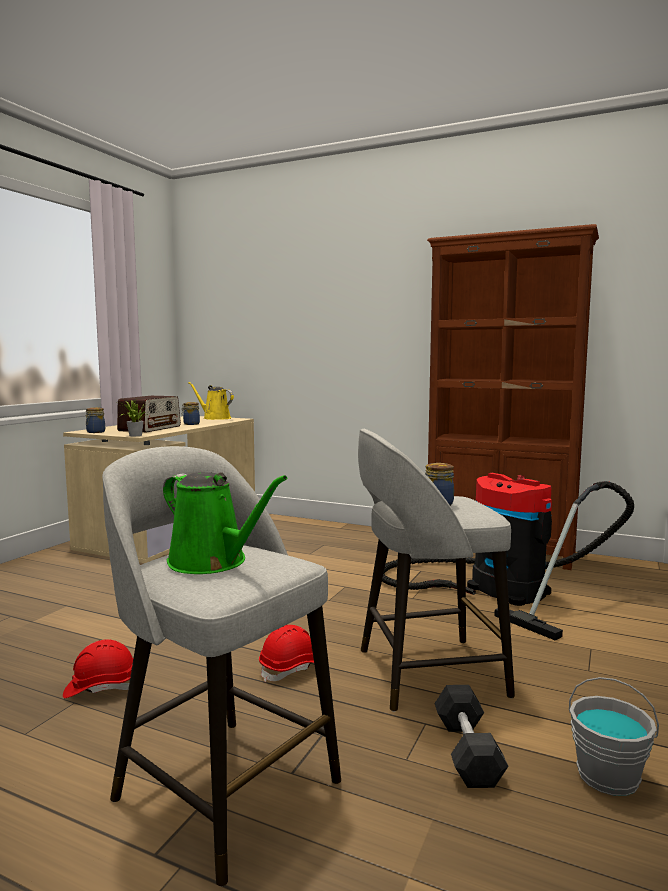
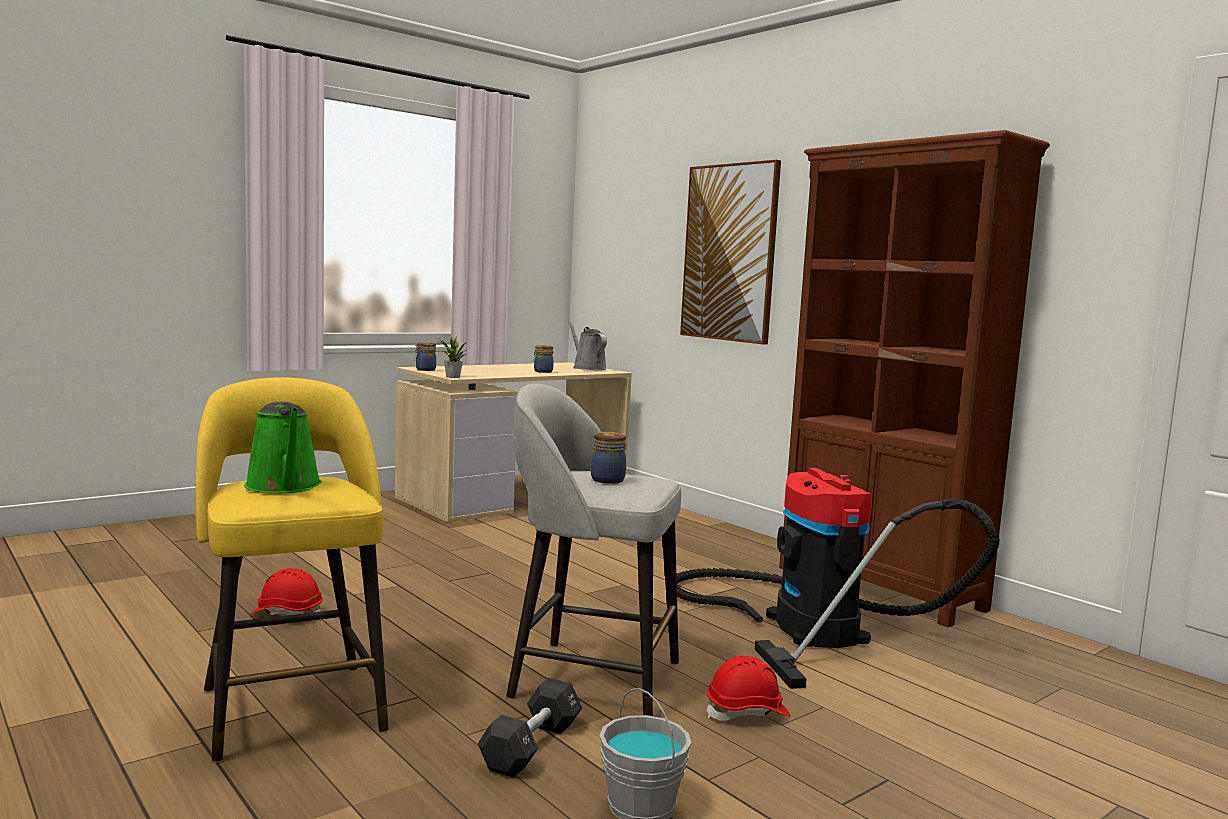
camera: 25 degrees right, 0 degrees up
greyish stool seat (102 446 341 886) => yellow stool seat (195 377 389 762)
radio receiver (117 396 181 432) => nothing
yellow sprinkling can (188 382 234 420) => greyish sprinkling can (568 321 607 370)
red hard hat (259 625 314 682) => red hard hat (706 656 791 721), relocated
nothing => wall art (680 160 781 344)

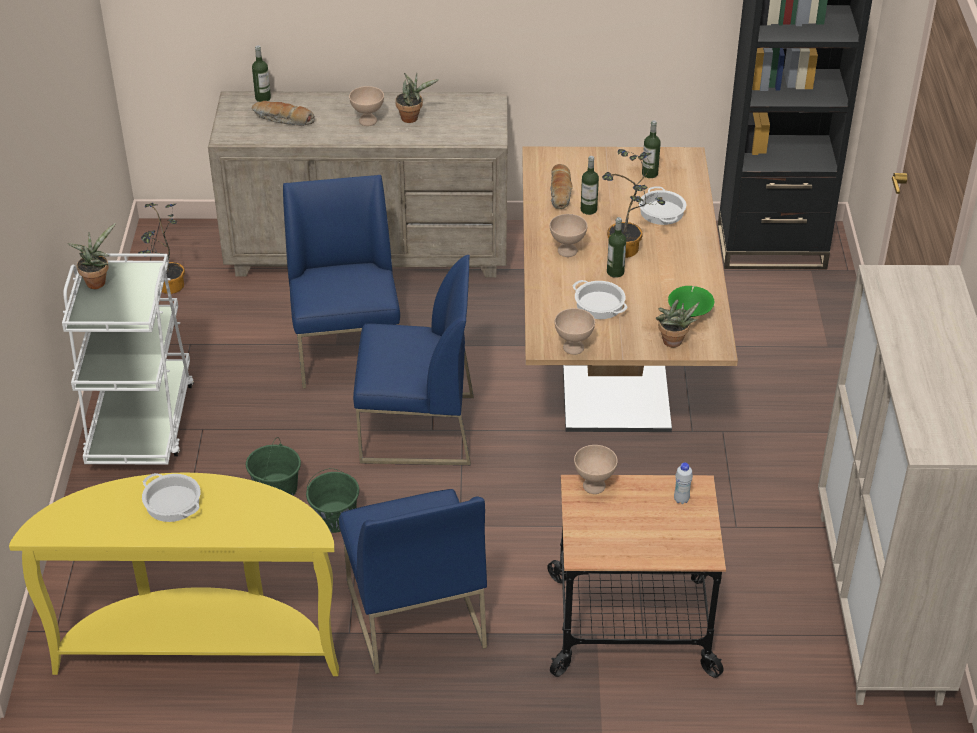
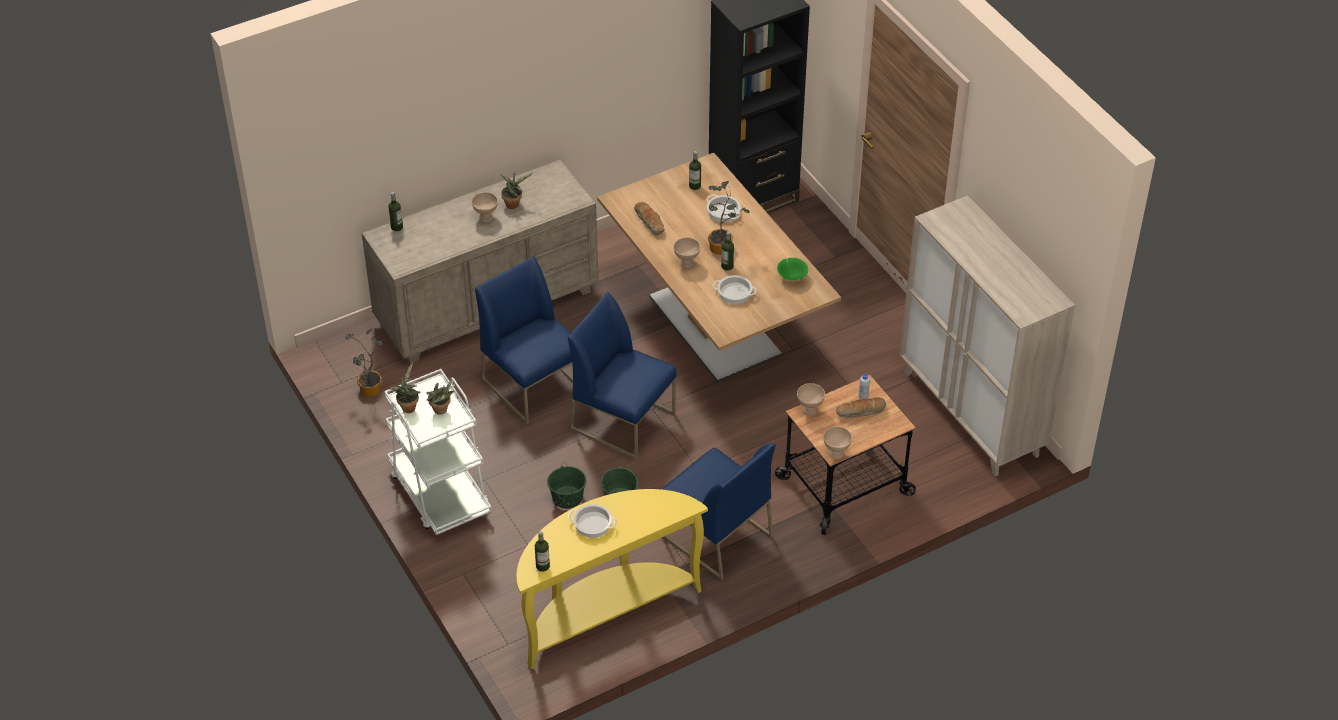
camera: 30 degrees left, 5 degrees up
bakery bread (252 101 315 126) => bakery bread (836 397 886 418), relocated
blue plain chair (353 255 474 465) => blue plain chair (568 292 676 460), 120 degrees counterclockwise
beige-coloured bowl (555 308 595 355) => beige-coloured bowl (823 426 852 459), relocated
drink bottle (581 156 599 215) => drink bottle (535 531 550 572), relocated
potted plant (656 300 699 347) => potted plant (426 379 455 415), relocated

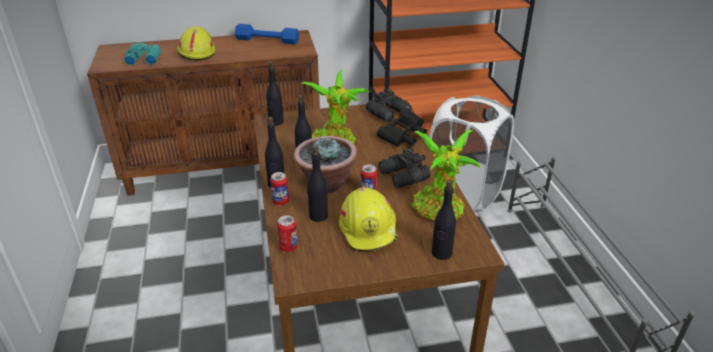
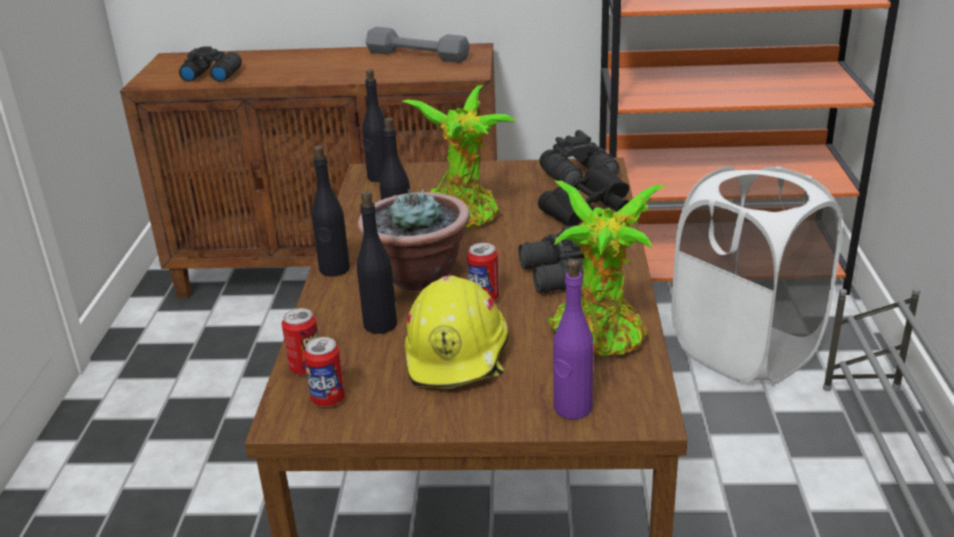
camera: 15 degrees right, 5 degrees down
blue-green binoculars (124 43 161 65) => black binoculars (179 46 242 82)
yellow hard hat (177 27 215 61) => nothing
blue free weight (235 24 299 44) => greyish free weight (366 27 470 63)
can (270 172 289 205) => can (304 337 345 407), relocated
black drink bottle (432 180 456 260) => purple drink bottle (553 259 593 419)

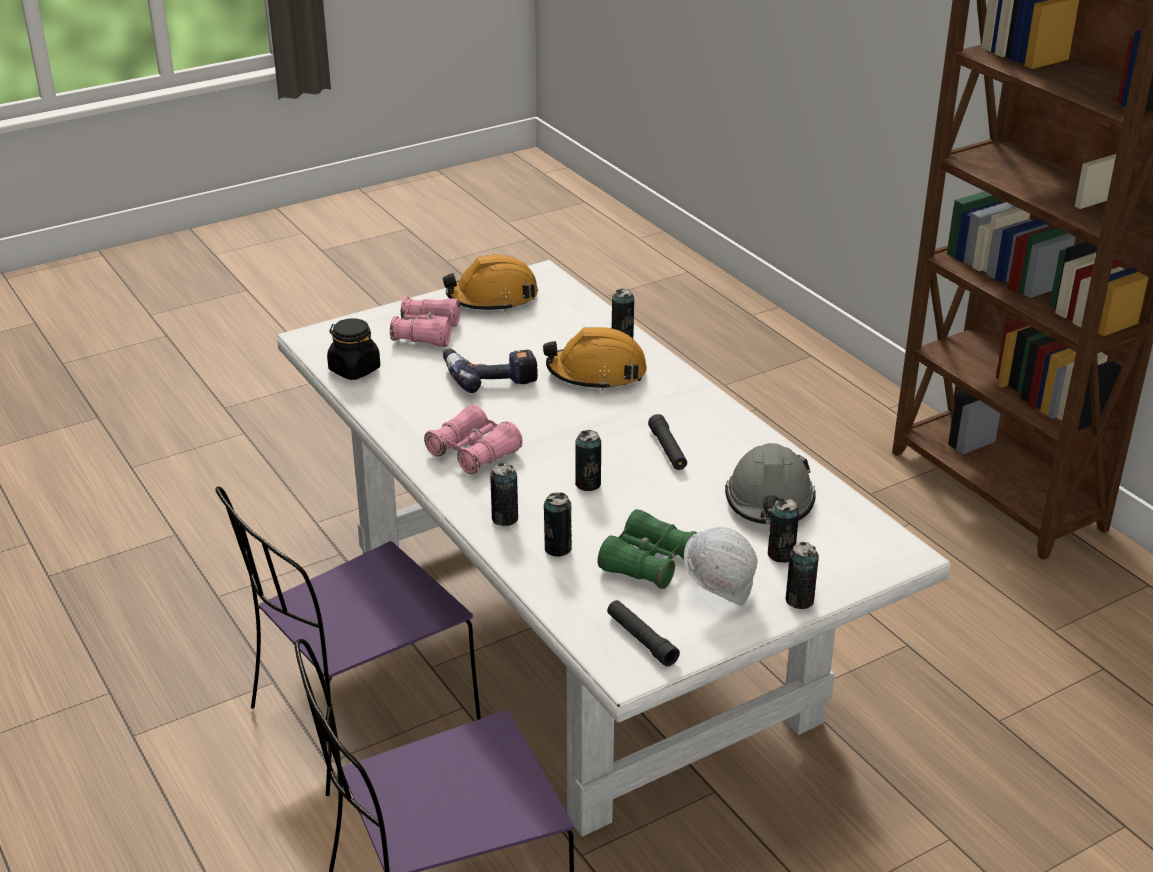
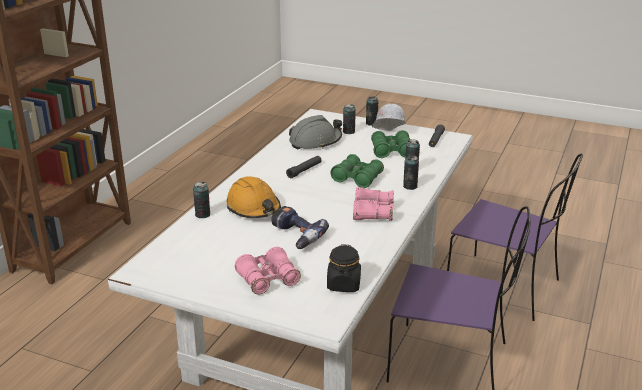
camera: 125 degrees left, 5 degrees down
orange hard hat (443 255 538 312) => nothing
can (575 430 601 491) => green-coloured binoculars (330 154 384 188)

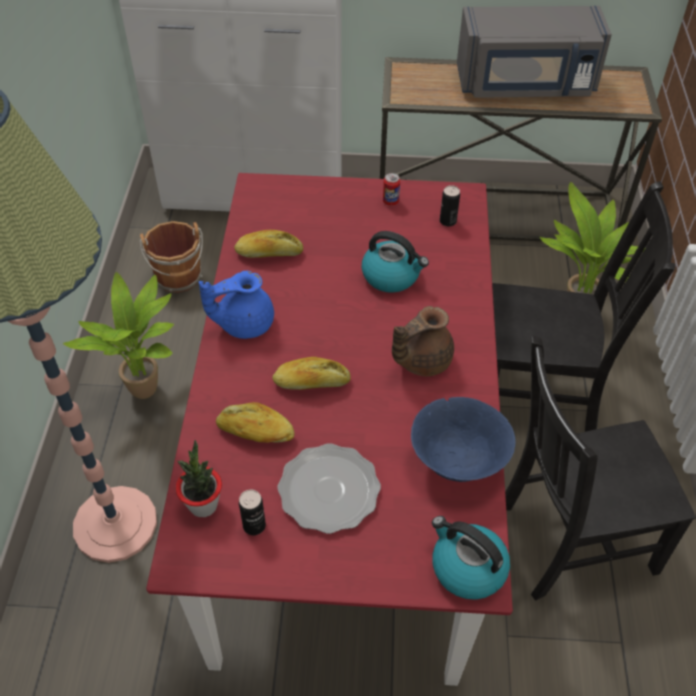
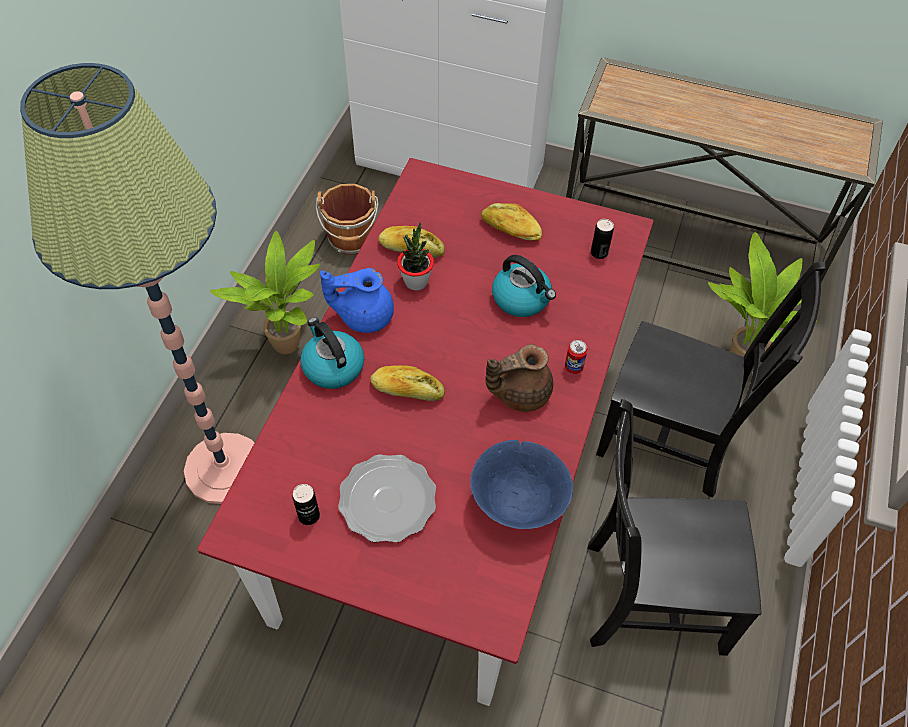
camera: 15 degrees right, 5 degrees up
potted plant (176 440 222 517) => potted plant (397 222 434 291), relocated
bakery bread (216 402 294 442) => bakery bread (481 203 542 241), relocated
can (383 173 400 206) => can (565 340 587 374), relocated
water kettle (432 516 510 600) => water kettle (300 318 364 389), relocated
greyish microwave (457 6 612 98) => nothing

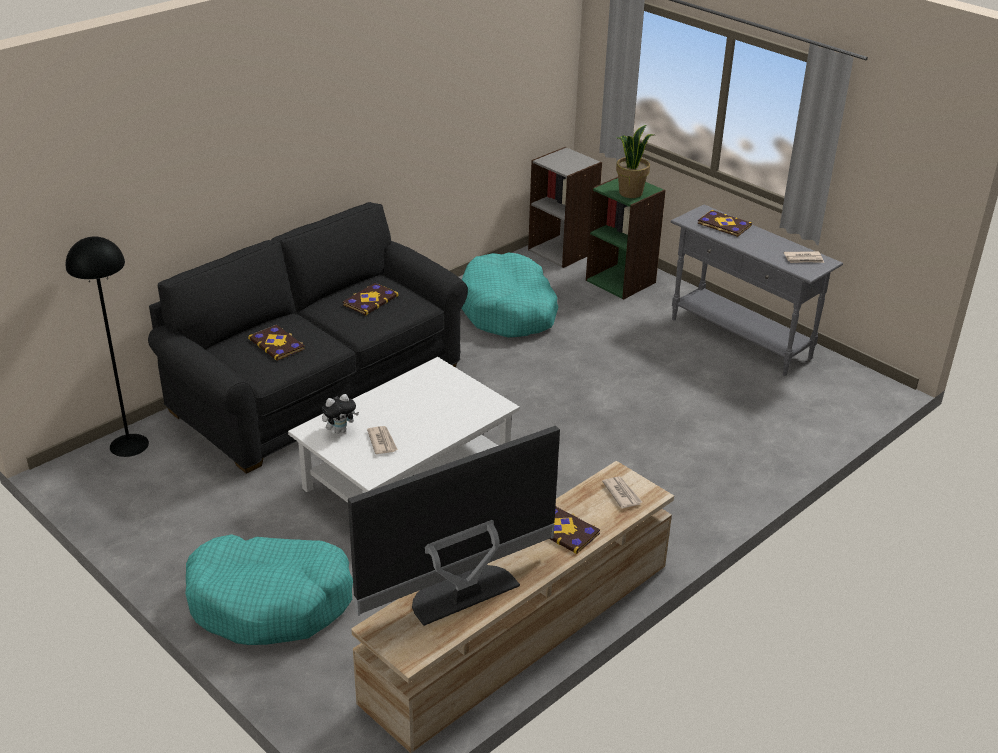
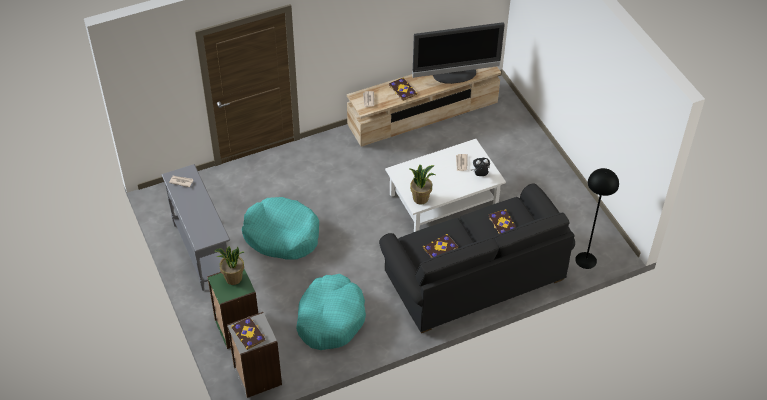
camera: 160 degrees left, 15 degrees up
blue-green pet bed (185 534 353 645) => blue-green pet bed (241 197 319 260), relocated
bound book (697 210 752 237) => bound book (231 317 265 350), relocated
nothing => potted plant (410 165 435 205)

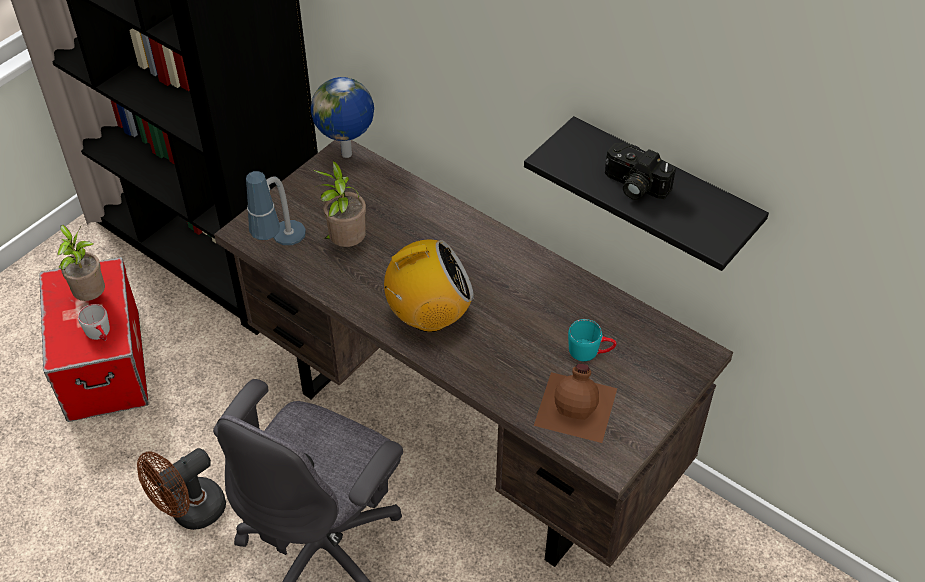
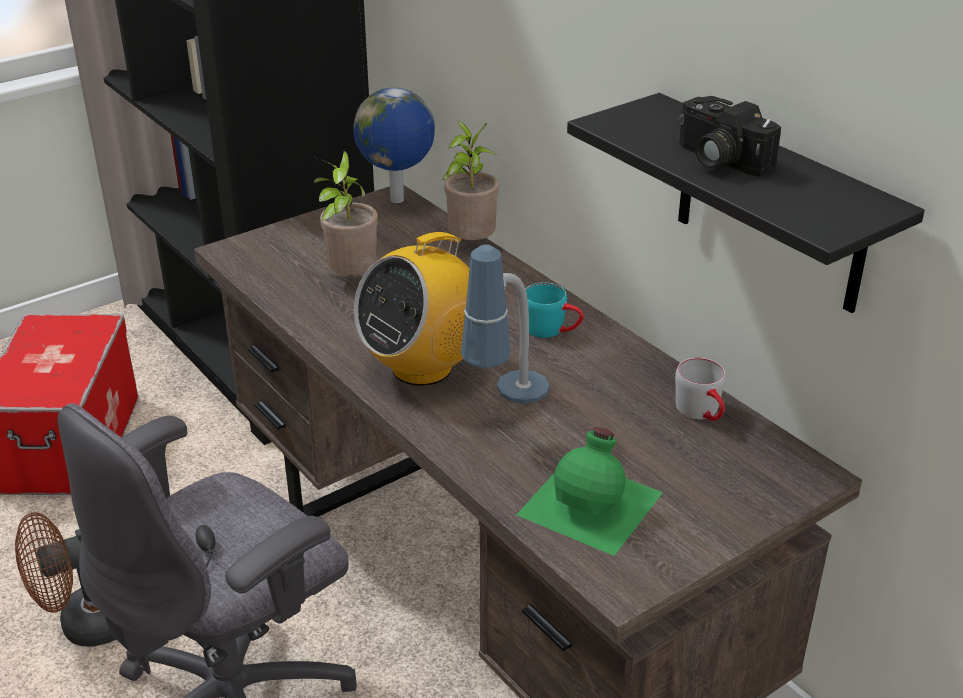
camera: 15 degrees right, 15 degrees down
potted plant (58 225 105 301) => potted plant (442 121 499 240), relocated
greyish mug (78 304 110 341) => greyish mug (675 358 726 421), relocated
tabletop lamp (246 171 306 245) => tabletop lamp (461 245 550 404), relocated
radio receiver (384 240 474 332) => radio receiver (354 229 469 386), 135 degrees clockwise
brownish drink bottle (534 364 617 443) => green-coloured drink bottle (517 427 663 556)
blue-green mug (568 319 617 361) => blue-green mug (525 282 584 338), relocated

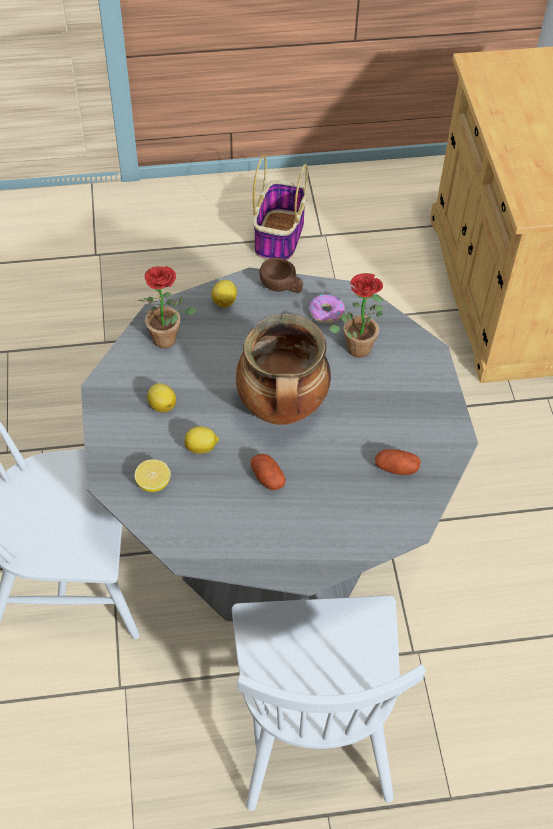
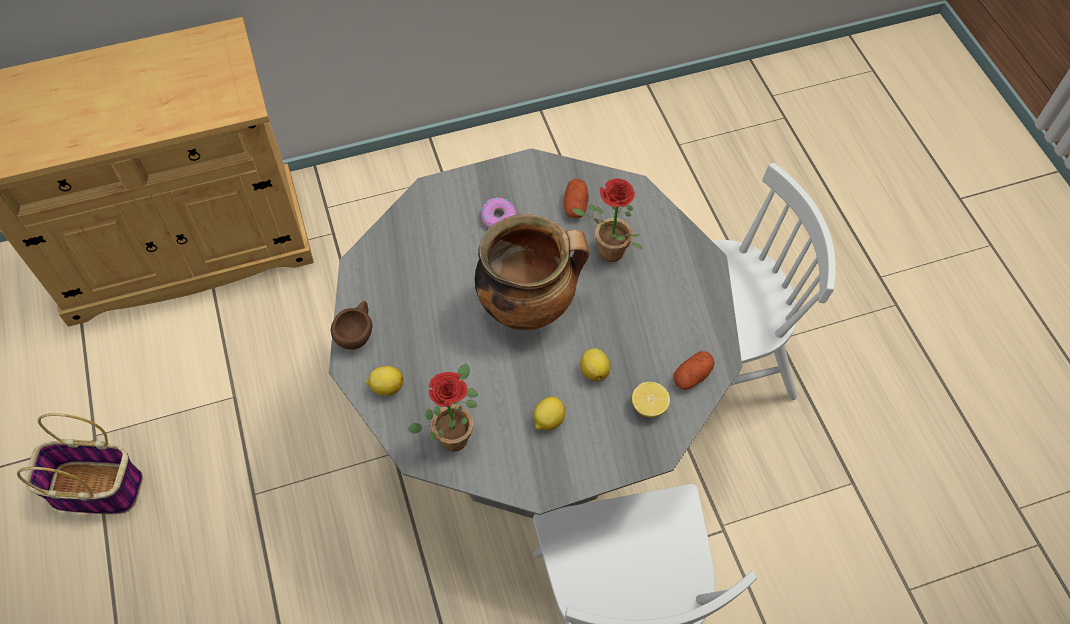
camera: 100 degrees left, 5 degrees up
potato (251 454 286 490) => potato (673 351 715 390), relocated
ring doughnut (309 294 345 323) => ring doughnut (481 197 517 228), relocated
potted plant (329 273 383 358) => potted plant (572 178 642 262), relocated

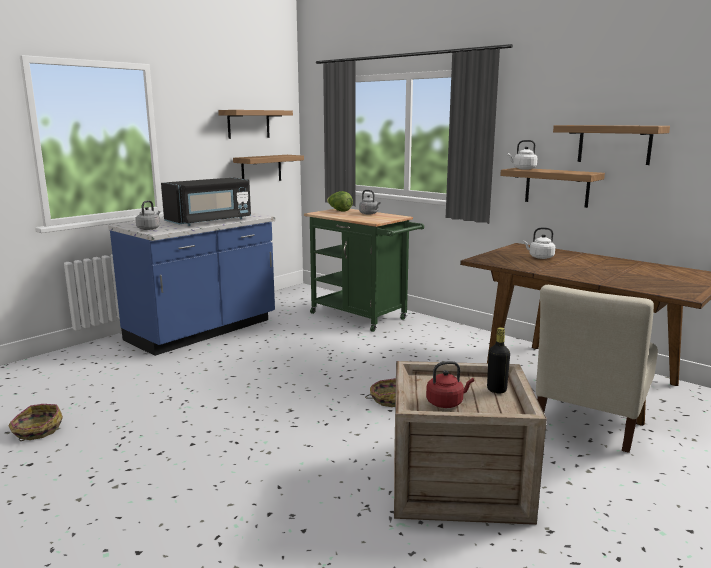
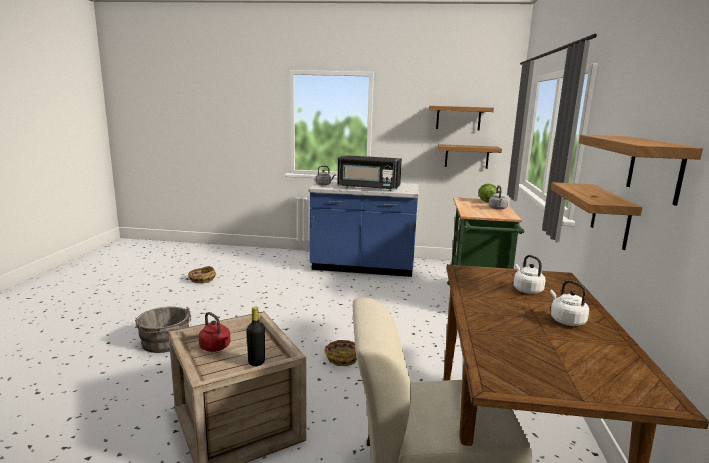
camera: 55 degrees right, 0 degrees up
white-coloured water kettle (507 140 537 169) => white-coloured water kettle (550 280 589 326), relocated
nothing => greyish water bucket (135 307 191 353)

